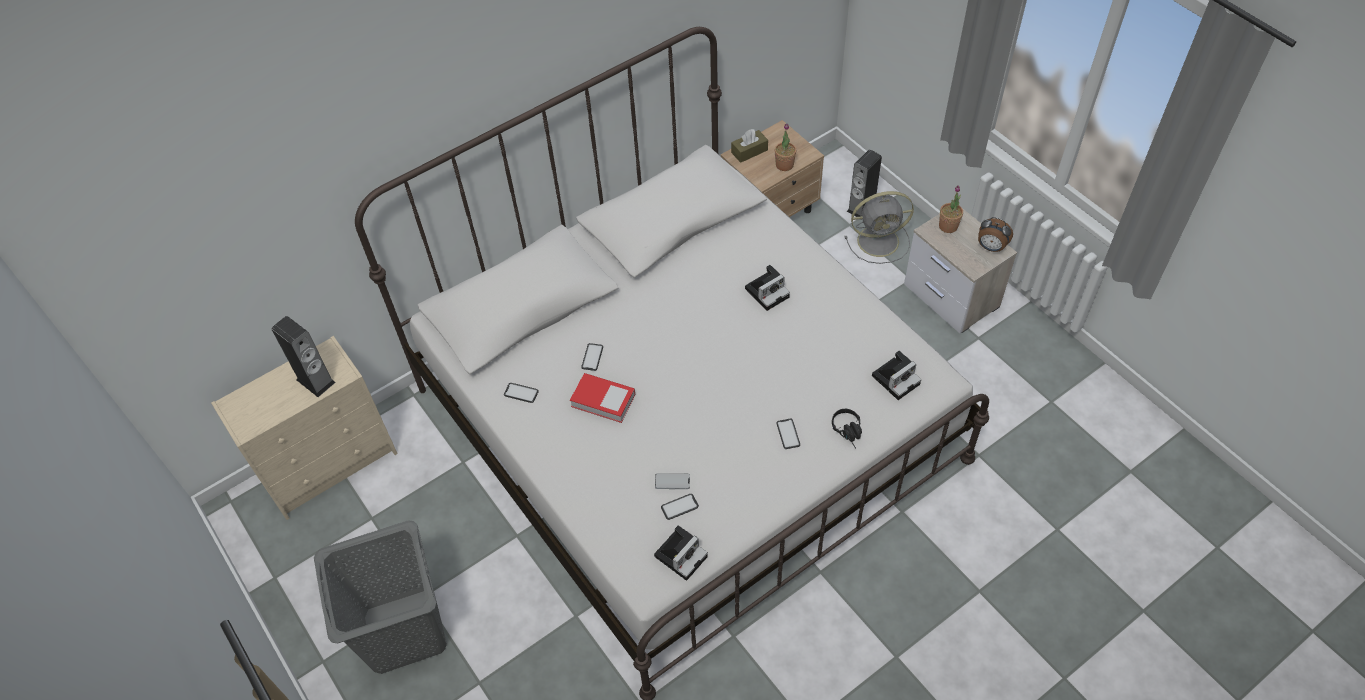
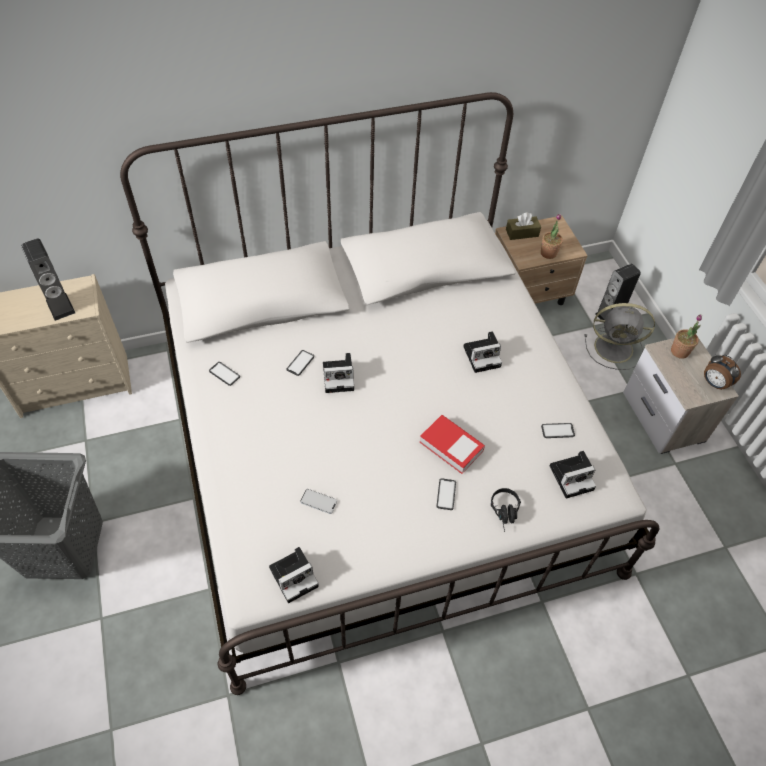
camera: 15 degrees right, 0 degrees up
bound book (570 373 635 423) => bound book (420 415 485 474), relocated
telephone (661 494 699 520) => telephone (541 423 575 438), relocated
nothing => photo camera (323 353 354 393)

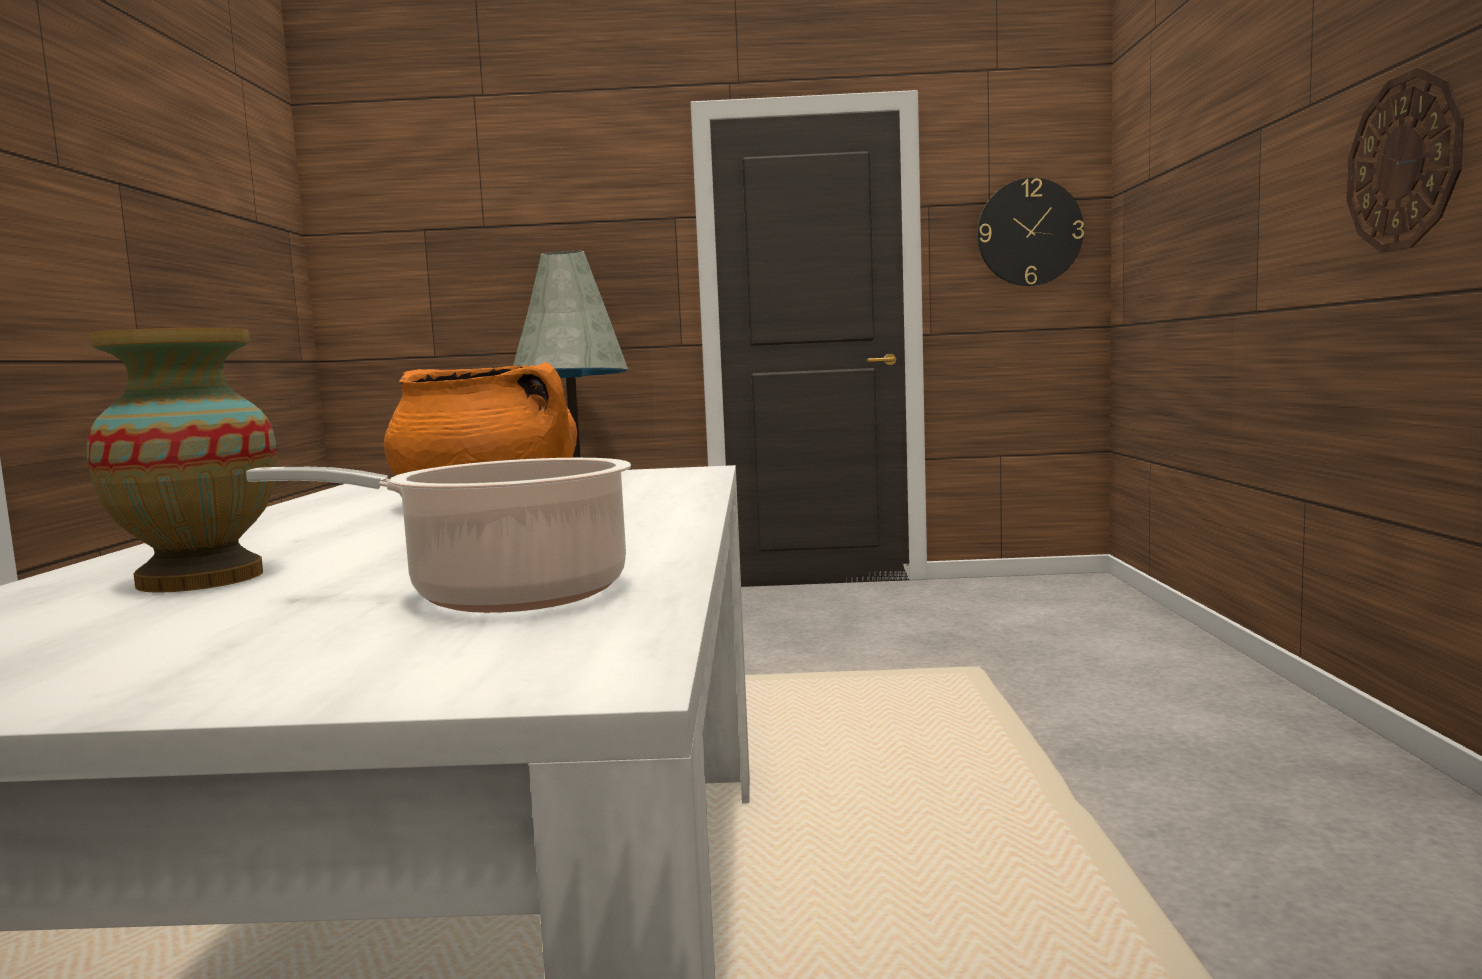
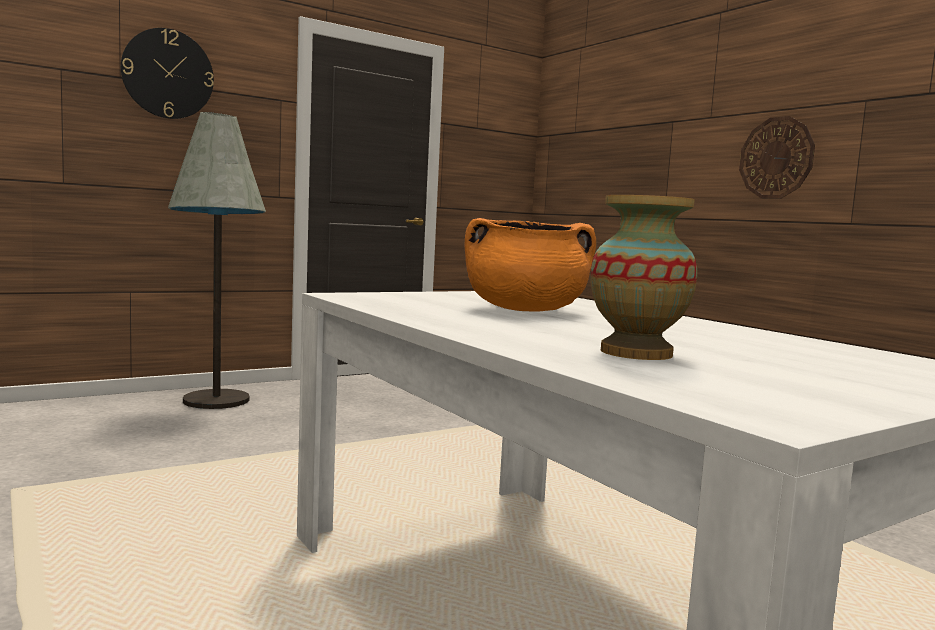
camera: 35 degrees left, 0 degrees up
saucepot (246 458 631 613) => nothing
wall clock (977 178 1084 286) => wall clock (121 28 214 119), relocated

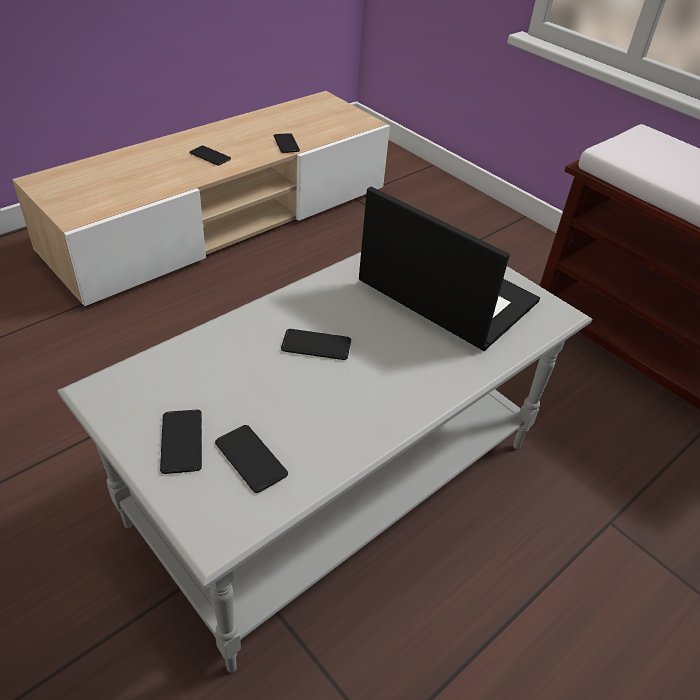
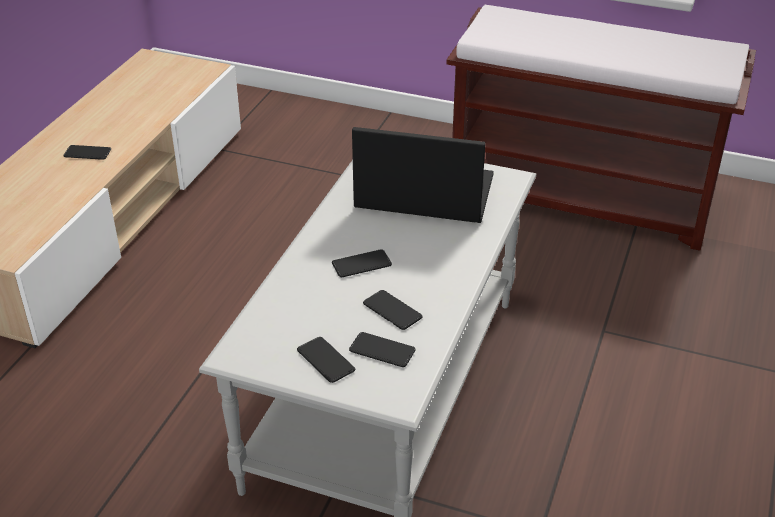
camera: 25 degrees left, 5 degrees down
telephone (274 133 300 153) => telephone (363 290 423 330), relocated

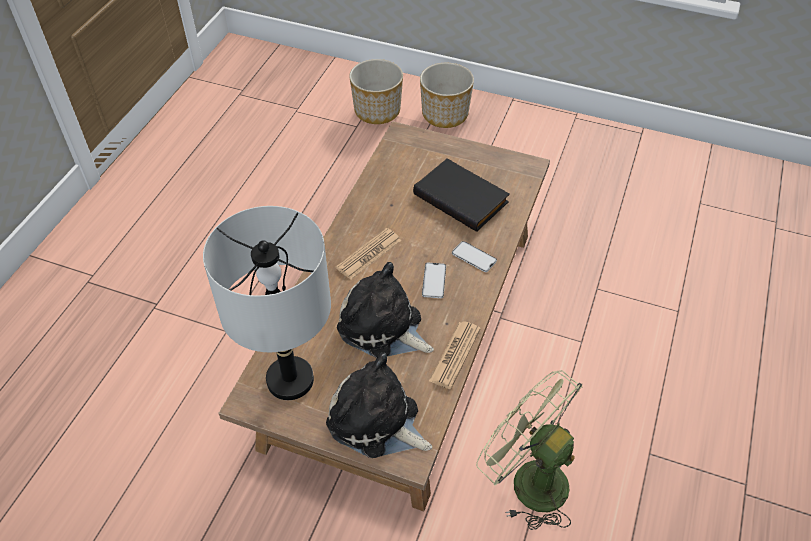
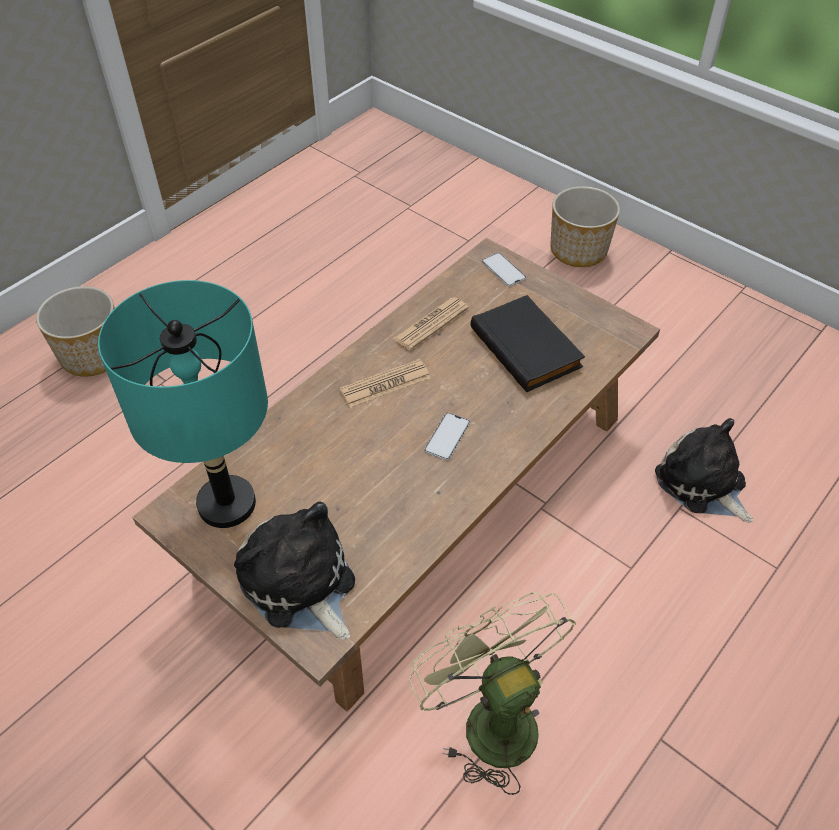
camera: 20 degrees right, 0 degrees up
greyish tabletop lamp (203 206 331 400) => blue-green tabletop lamp (98 280 268 528)
plush toy (337 262 434 358) => plush toy (655 418 753 523), relocated
flower pot (349 59 403 124) => flower pot (36 286 115 377), relocated
daily paper (429 321 481 389) => daily paper (393 297 468 350), relocated
telephone (452 241 497 272) => telephone (482 253 526 287), relocated

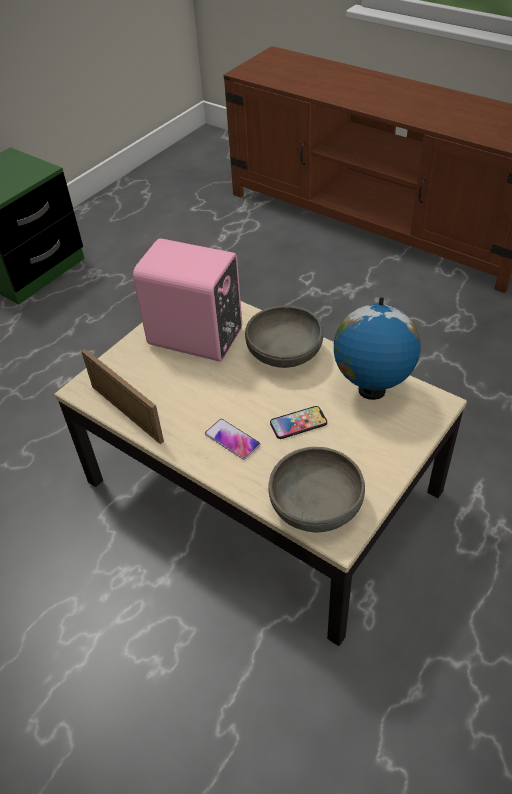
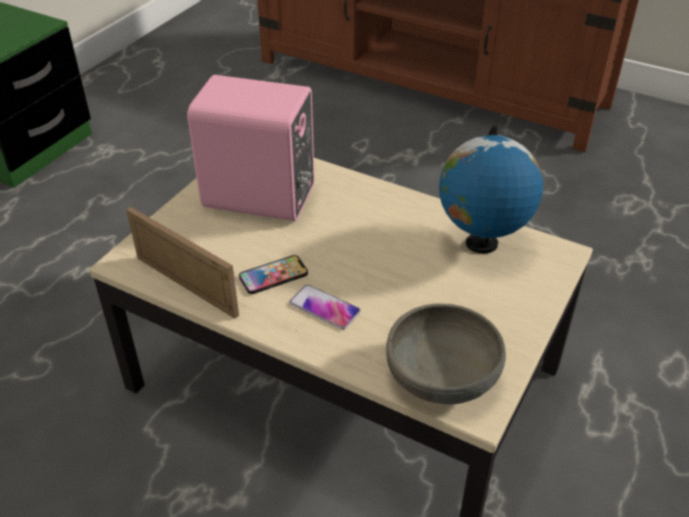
camera: 10 degrees left, 5 degrees down
greyish bowl (245 306 323 368) => nothing
telephone (270 406 327 439) => telephone (239 255 308 294), relocated

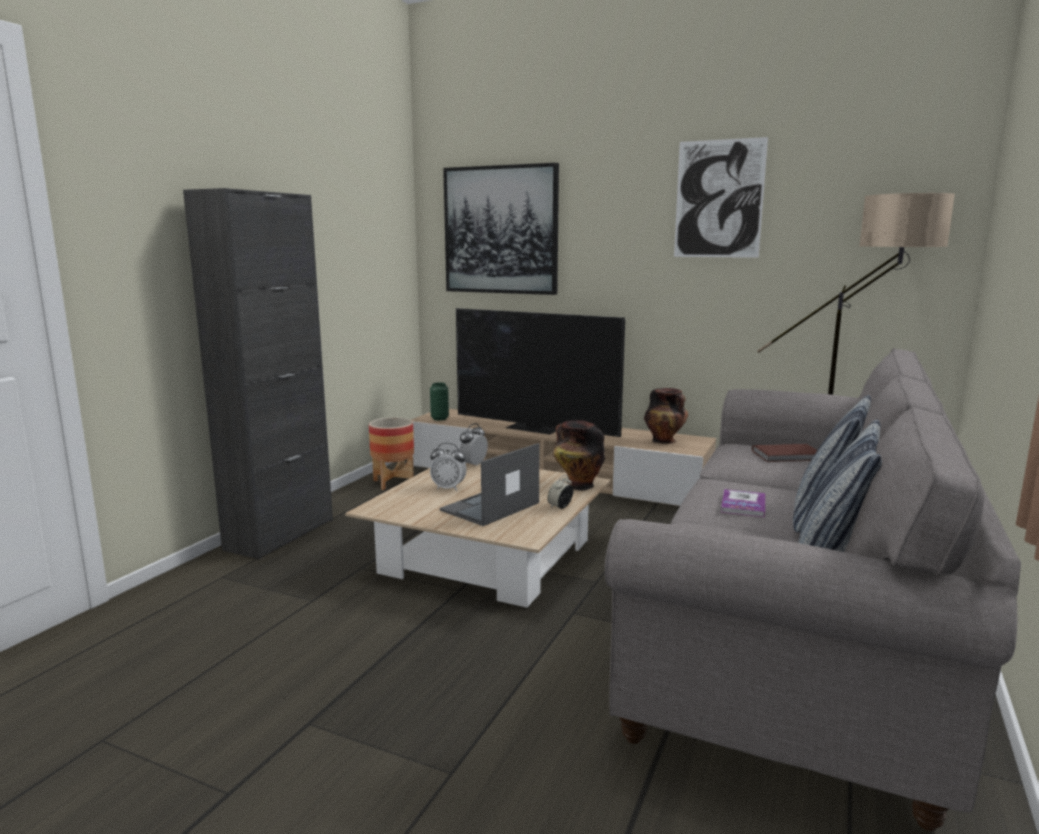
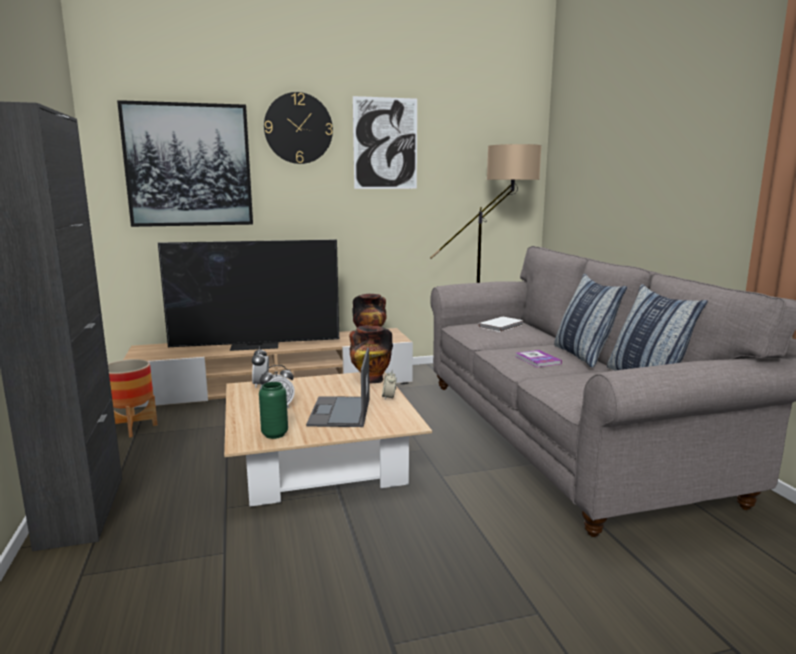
camera: 40 degrees left, 0 degrees up
green-coloured decorative vase (430 382 449 421) => green-coloured decorative vase (259 382 288 439), relocated
brownish bound book (752 444 817 462) => white-coloured bound book (478 317 524 332)
nothing => wall clock (264 92 333 164)

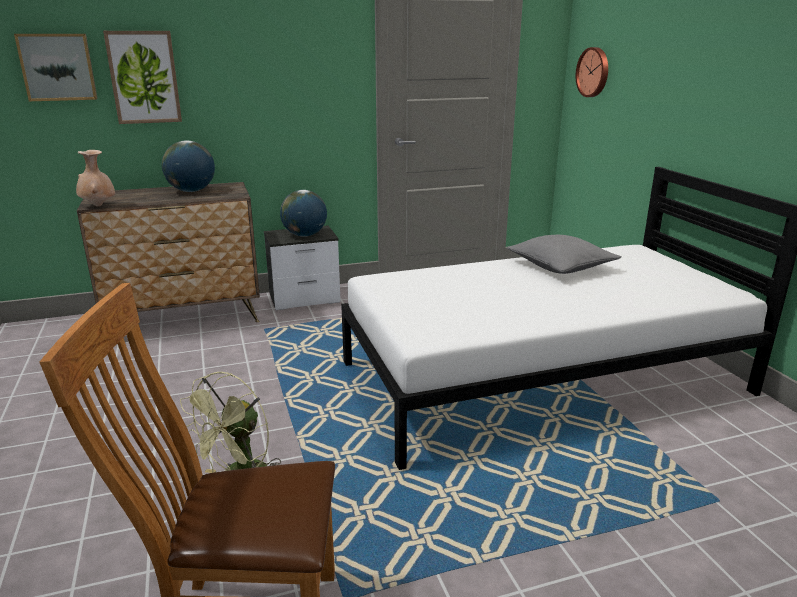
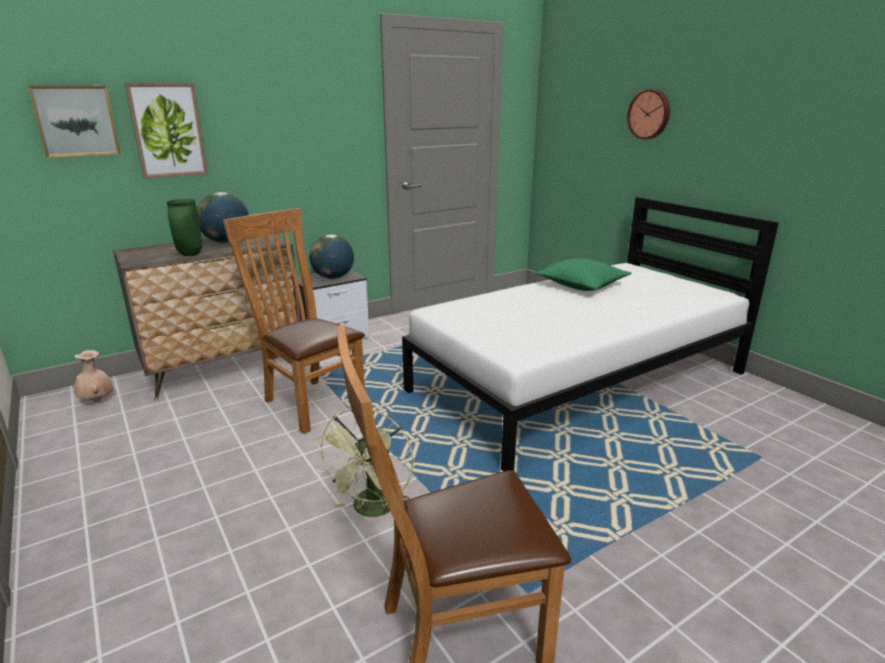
camera: 15 degrees left, 0 degrees up
beige-coloured decorative vase (76 150 115 206) => beige-coloured decorative vase (74 350 113 402), relocated
greyish cushion (507 235 621 274) => green-coloured cushion (536 258 631 291)
wall clock (576 47 608 97) => wall clock (627 89 670 139), relocated
nothing => green-coloured decorative vase (167 199 202 256)
nothing => brownish plain chair (223 208 365 434)

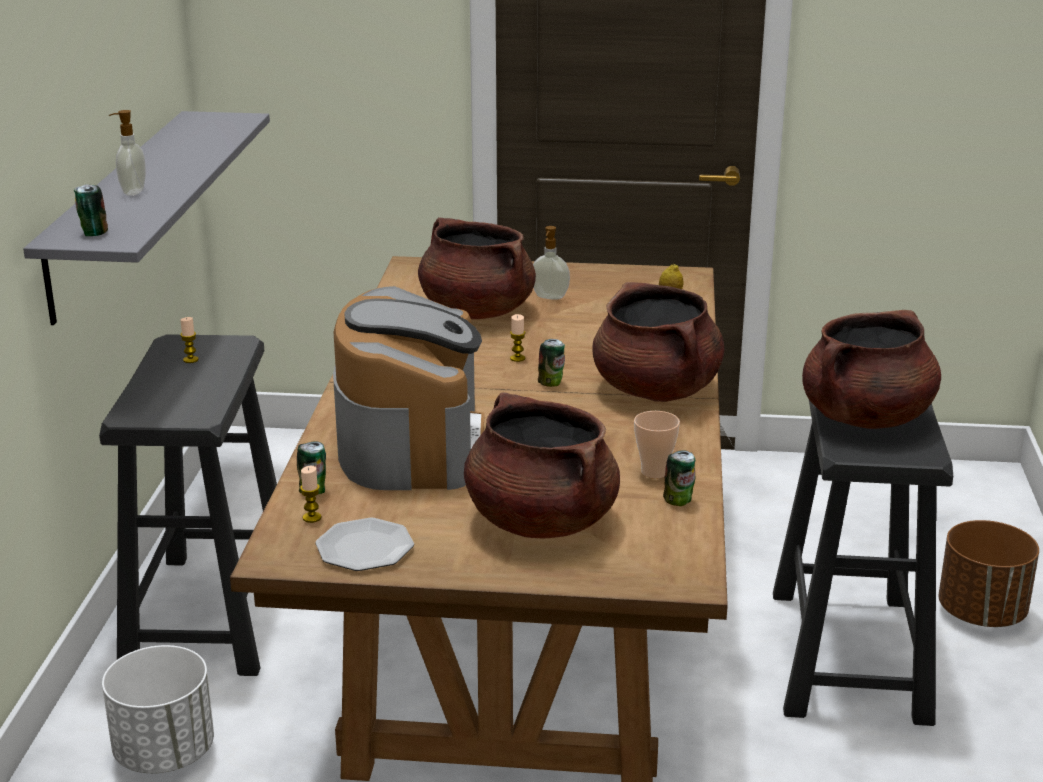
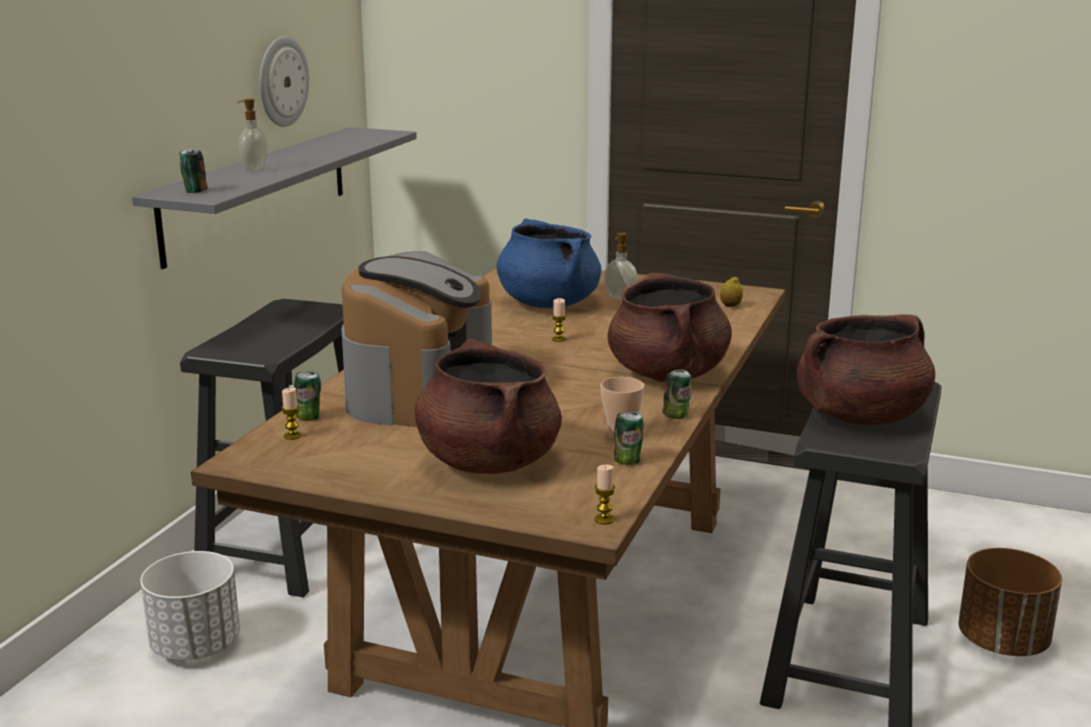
camera: 15 degrees right, 5 degrees down
wax light (180 317 199 363) => wax light (595 465 615 524), relocated
plate (315 518 414 571) => nothing
brownish saucepot (418 217 536 319) => blue saucepot (497 218 601 308)
can (538 339 565 387) => can (663 369 692 419), relocated
nothing => wall clock (259 36 309 127)

